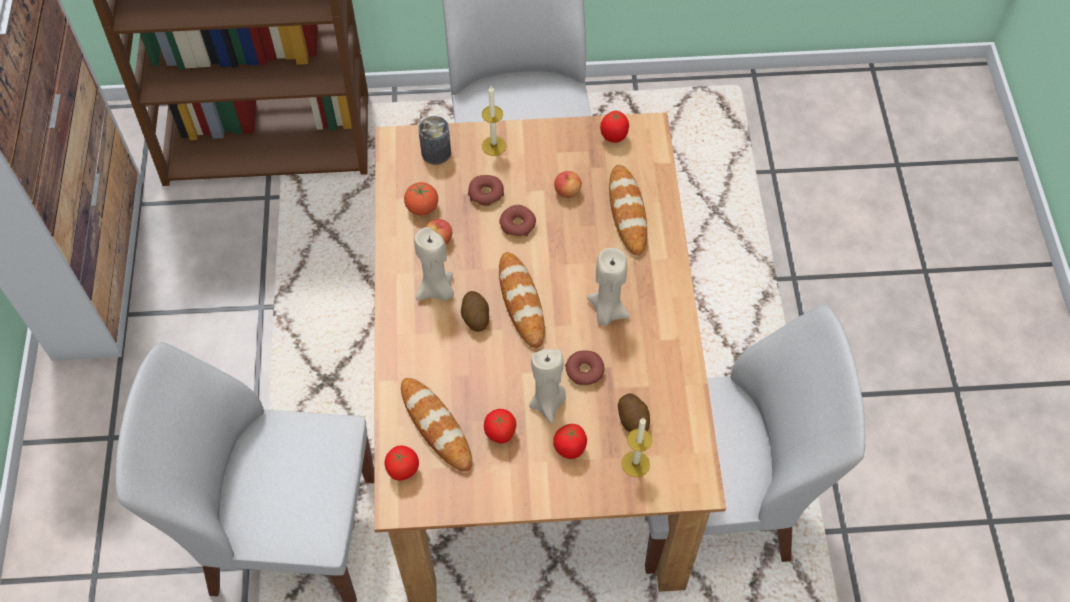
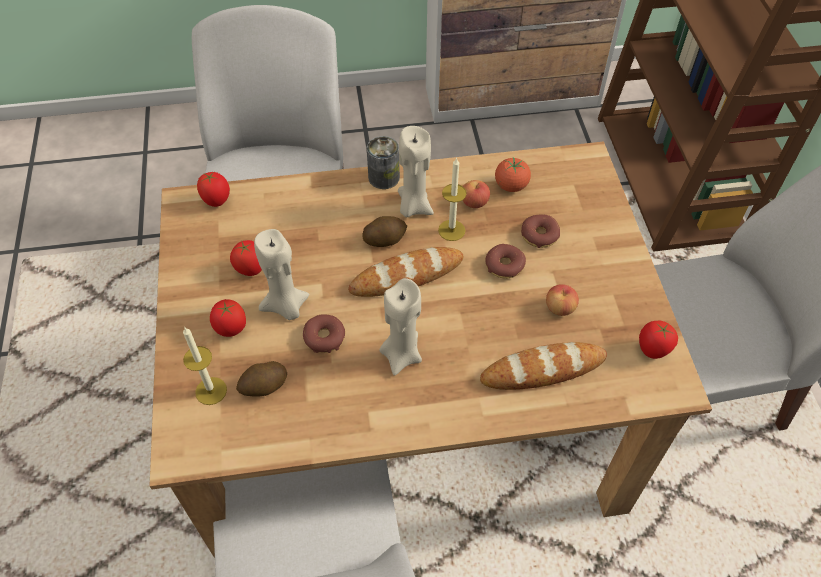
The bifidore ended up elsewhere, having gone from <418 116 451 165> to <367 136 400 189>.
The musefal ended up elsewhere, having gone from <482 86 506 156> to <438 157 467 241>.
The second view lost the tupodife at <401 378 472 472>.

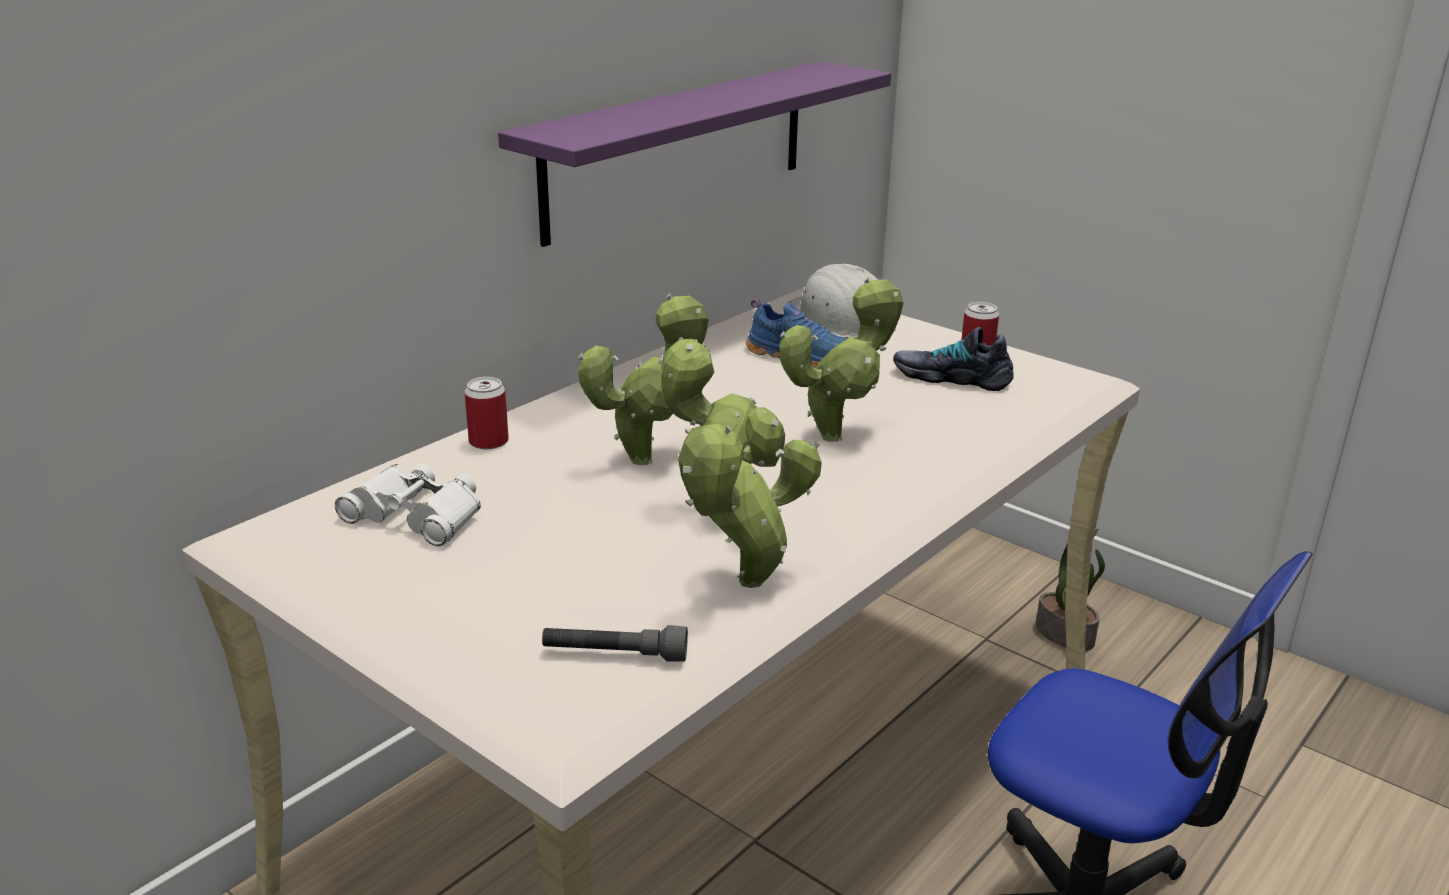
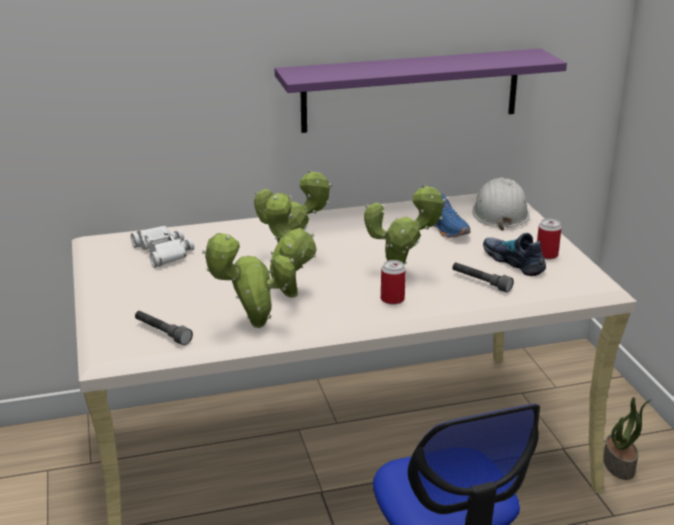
The bifidore ended up elsewhere, having gone from <465 377 509 450> to <381 260 406 305>.
The second view gained the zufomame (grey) at <452 262 514 293>.

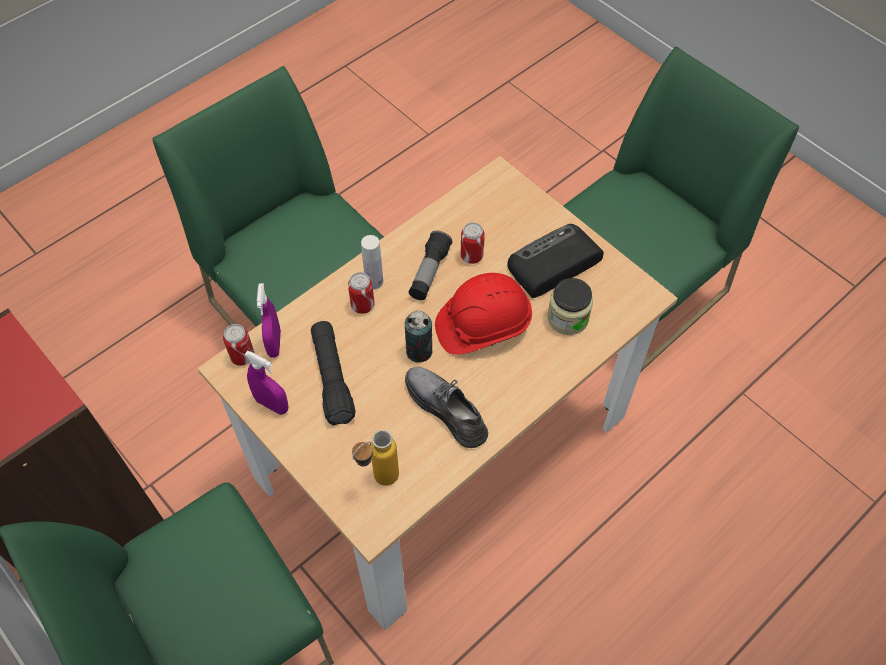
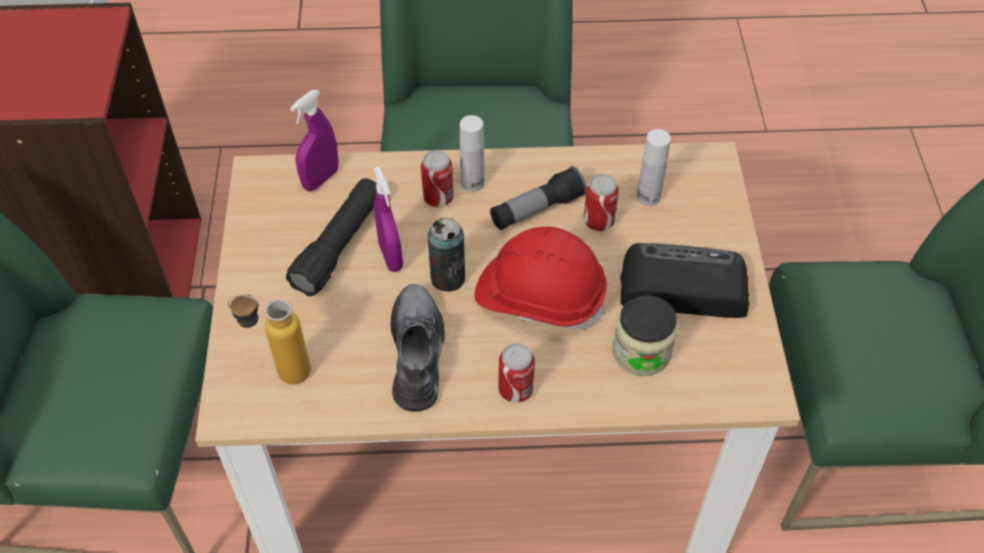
The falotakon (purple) ended up elsewhere, having gone from <244 351 288 415> to <374 167 403 272>.
The bifidore ended up elsewhere, having gone from <223 324 254 366> to <498 343 535 403>.
The second view gained the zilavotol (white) at <637 129 671 206>.

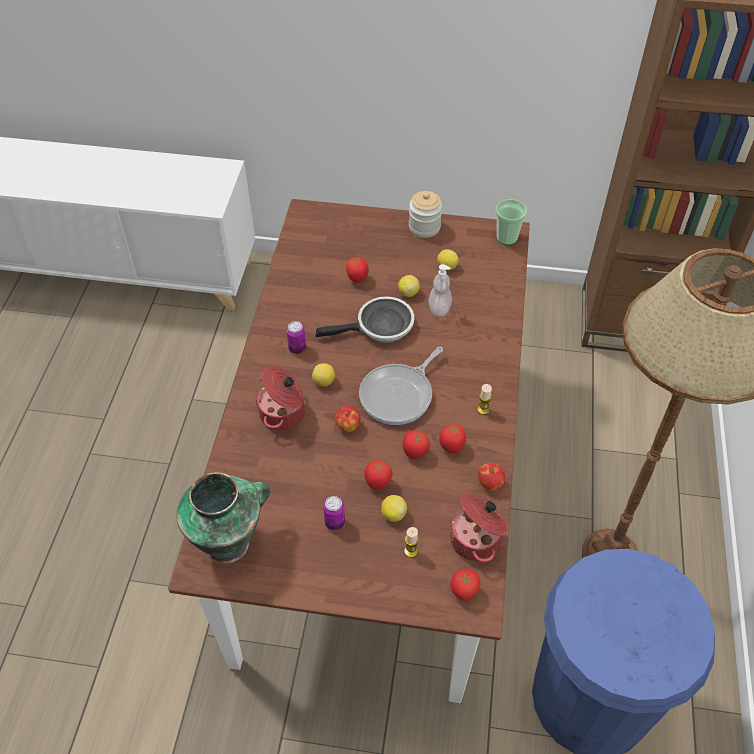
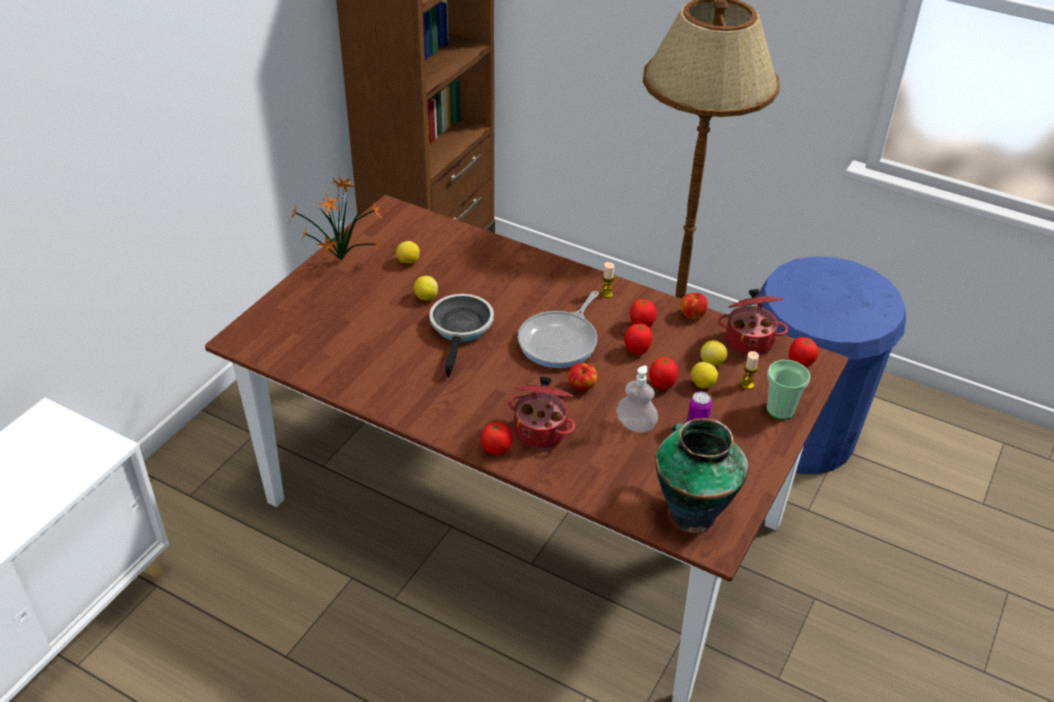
Where the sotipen stood at <409 191 442 238>, the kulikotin came to stand at <289 177 381 261>.
The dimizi ended up elsewhere, having gone from <346 257 369 282> to <481 422 512 455>.
The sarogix at <359 347 443 425> ended up facing another way, 60 degrees clockwise from before.
The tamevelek ended up elsewhere, having gone from <429 264 452 316> to <616 365 658 433>.
The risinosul ended up elsewhere, having gone from <312 363 335 387> to <700 340 727 367>.
The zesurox ended up elsewhere, having gone from <495 199 527 245> to <767 360 810 420>.
The second view lost the bifidore at <287 321 306 354>.

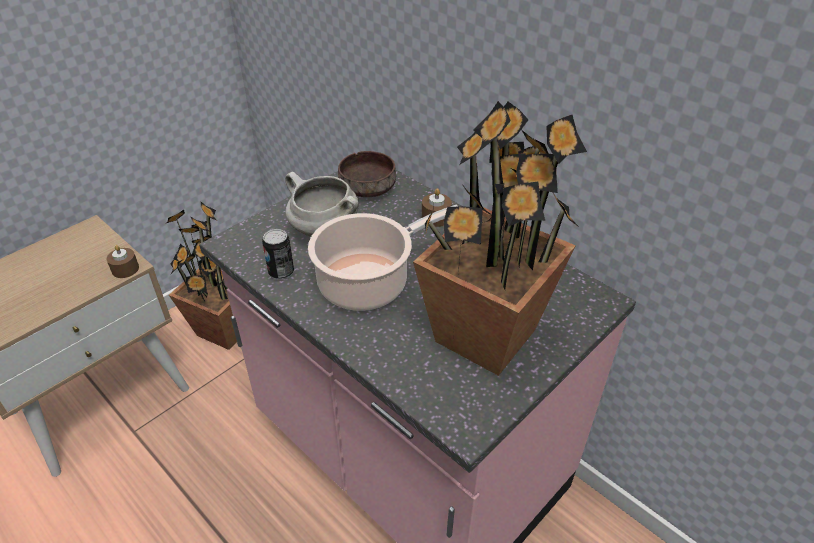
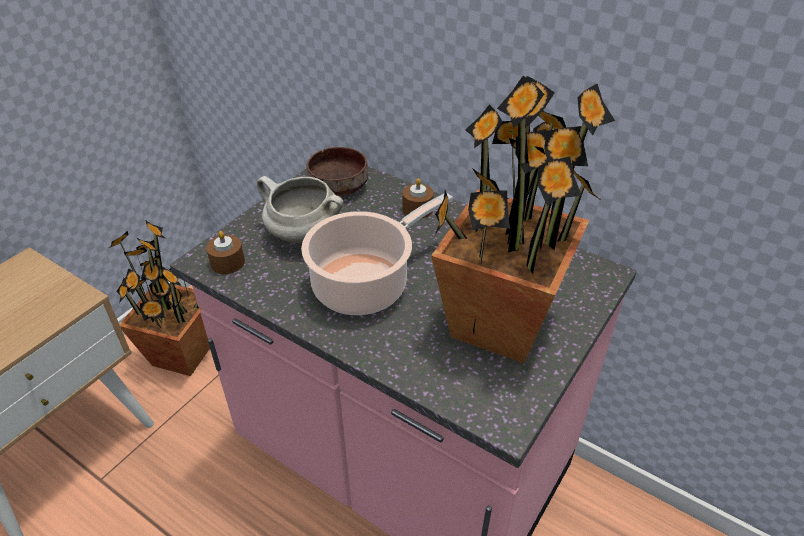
The musefal (brown) ended up elsewhere, having gone from <107 245 139 278> to <206 231 245 274>.
The second view lost the bifidore at <262 229 294 280>.

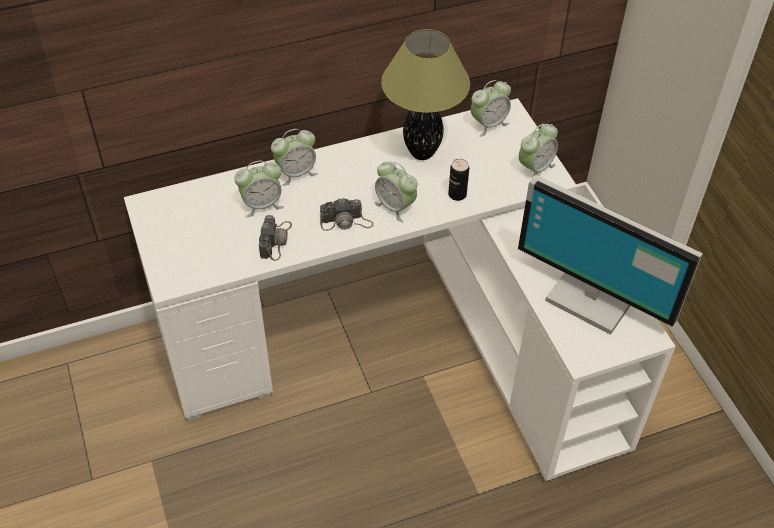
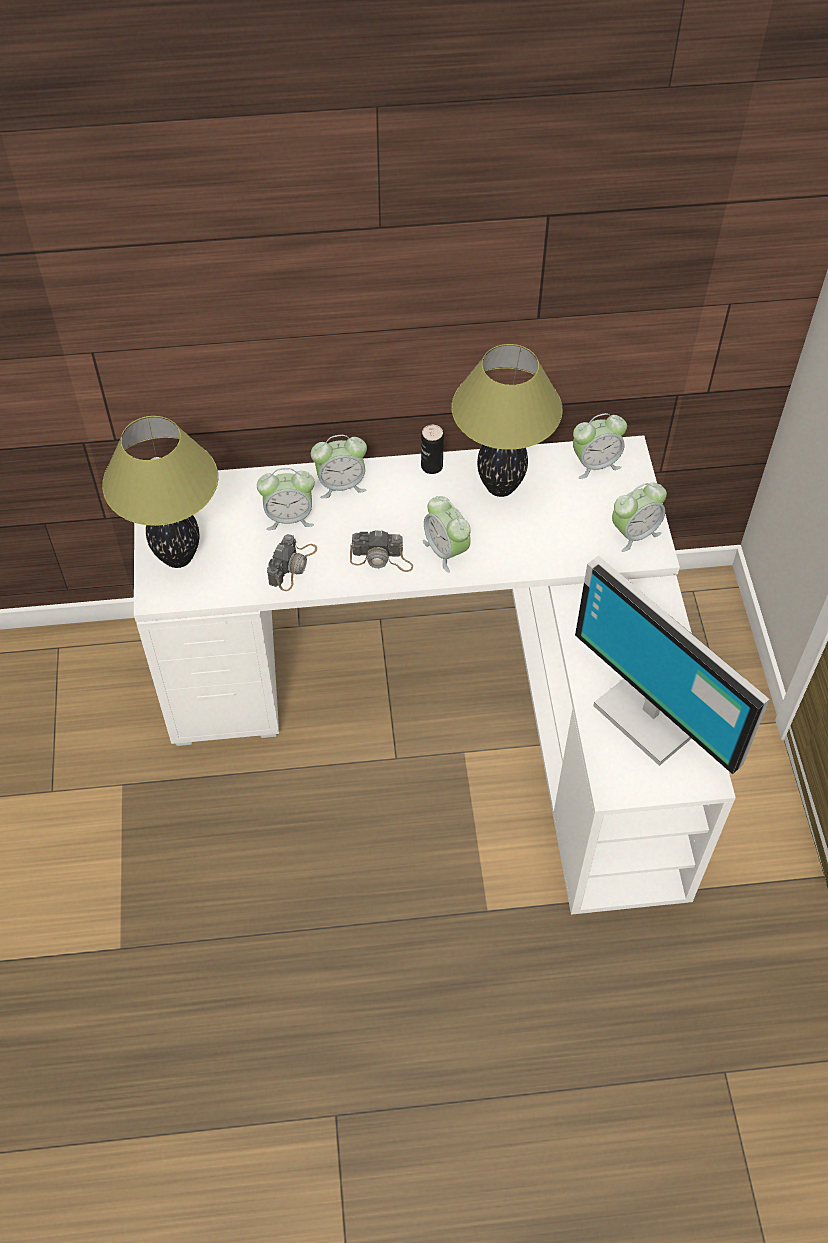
The second view gained the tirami at <102 416 218 568>.
The bifidore ended up elsewhere, having gone from <448 158 469 201> to <421 425 444 474>.

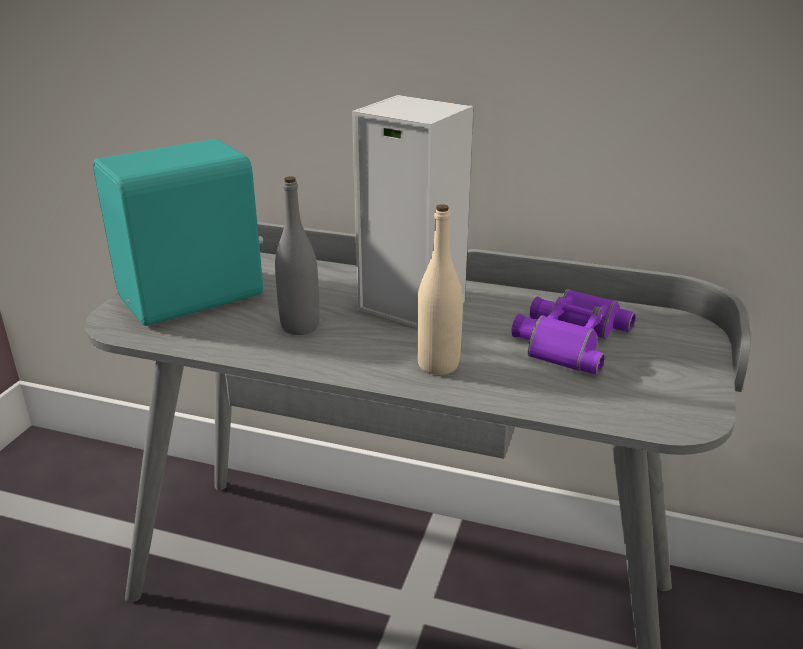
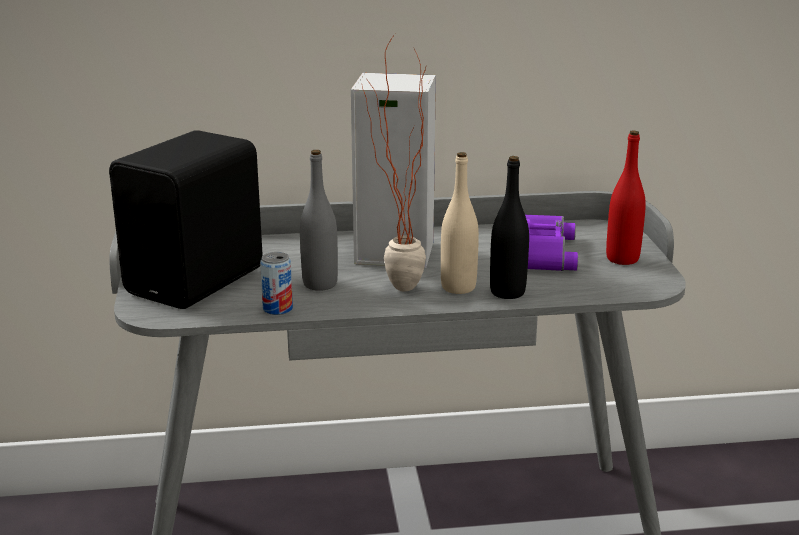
What was the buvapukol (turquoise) at <93 139 264 326> turned into the buvapukol (black) at <109 130 263 309>.
The second view gained the bifidore at <260 252 293 315>.
The second view gained the kulikotin at <362 34 426 291>.
The second view gained the zilavotol (black) at <490 156 529 299>.
The second view gained the zilavotol (red) at <606 130 646 265>.

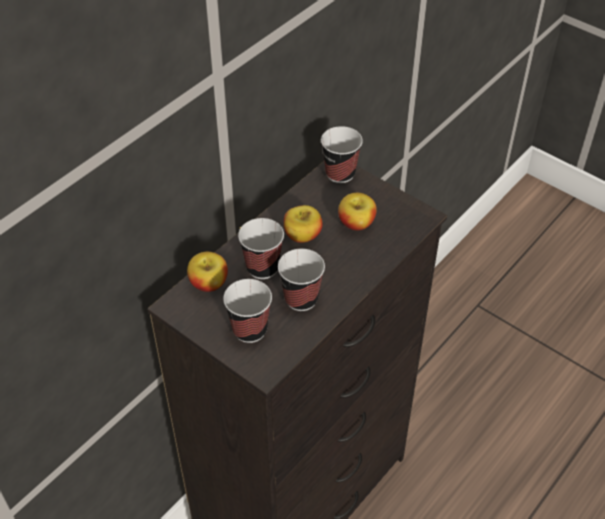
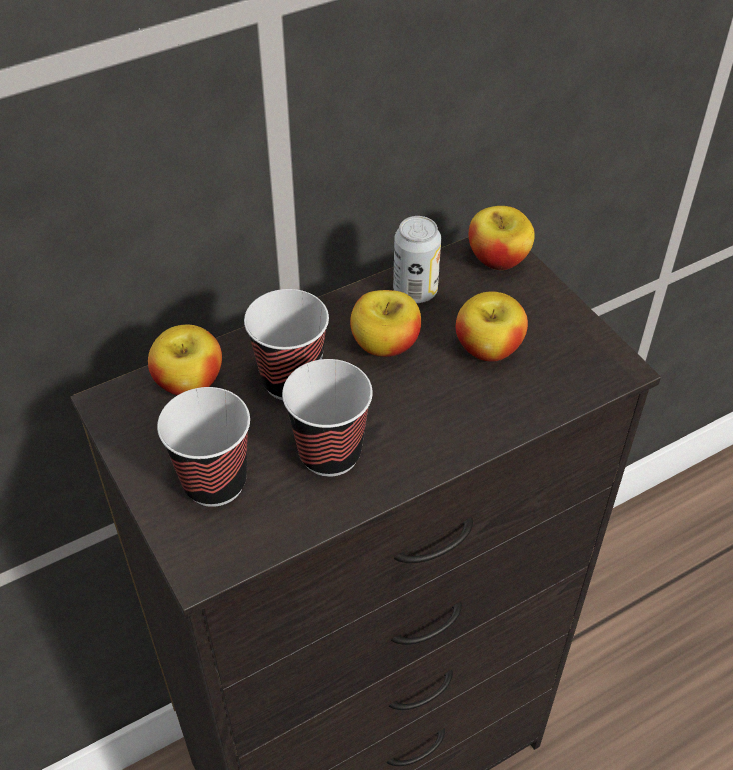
The second view gained the bifidore at <393 216 441 303>.
Where the zesurox stood at <321 126 363 183>, the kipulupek came to stand at <469 206 535 270>.

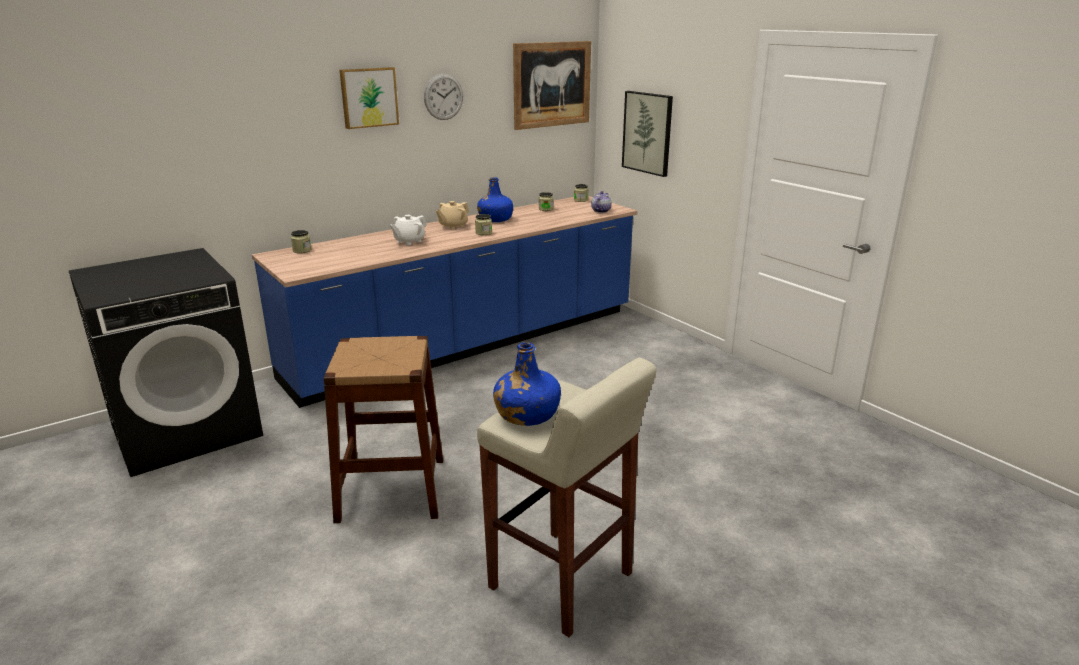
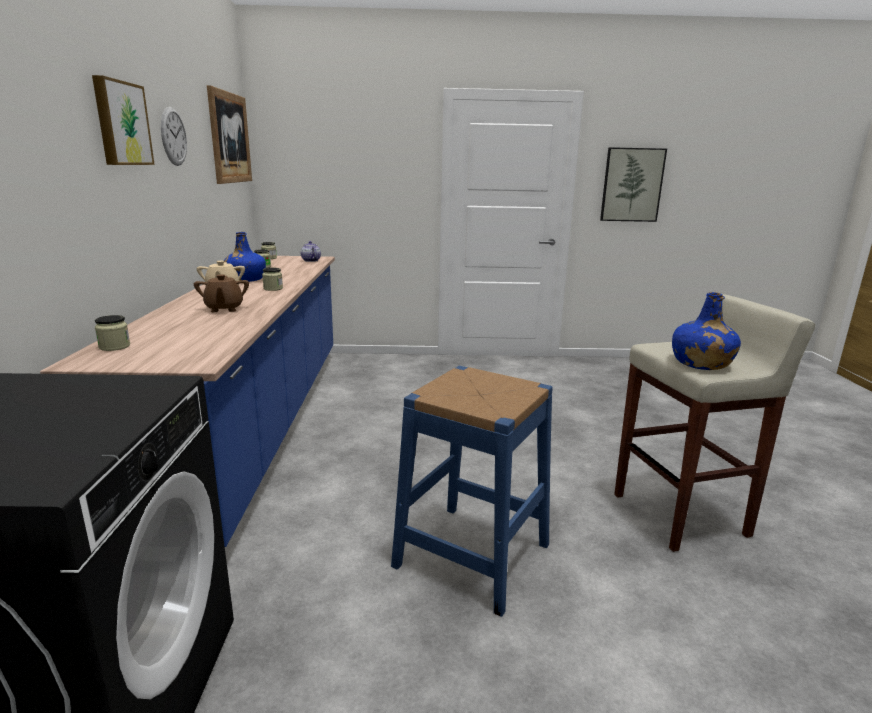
What was the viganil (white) at <390 215 426 245> turned into the viganil (brown) at <194 274 249 312>.
What was the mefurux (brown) at <323 336 443 523> turned into the mefurux (blue) at <391 366 553 617>.
The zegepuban ended up elsewhere, having gone from <622 91 673 177> to <600 147 667 222>.

